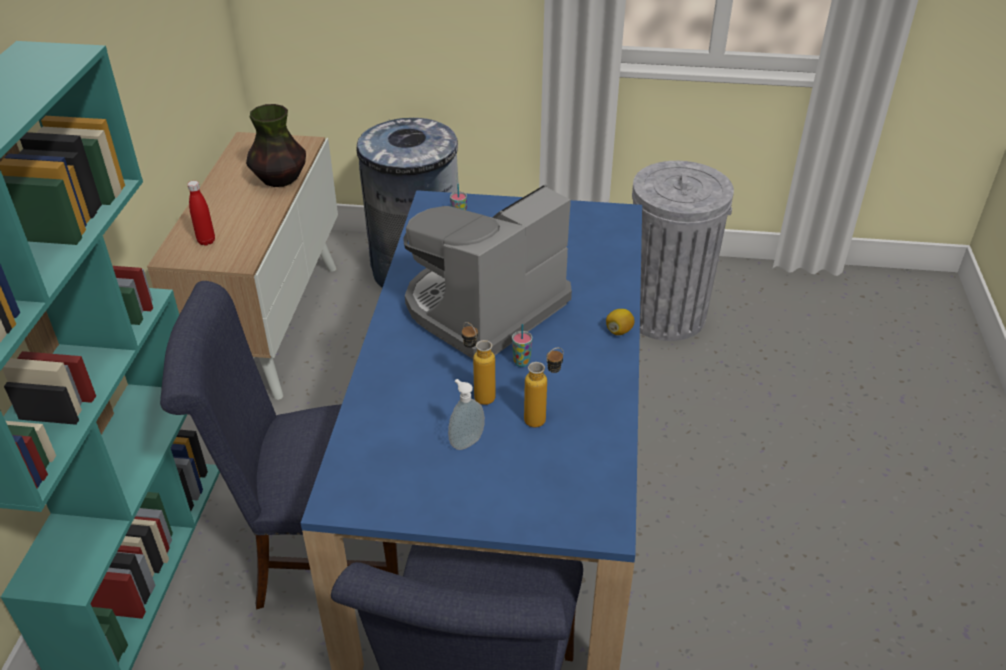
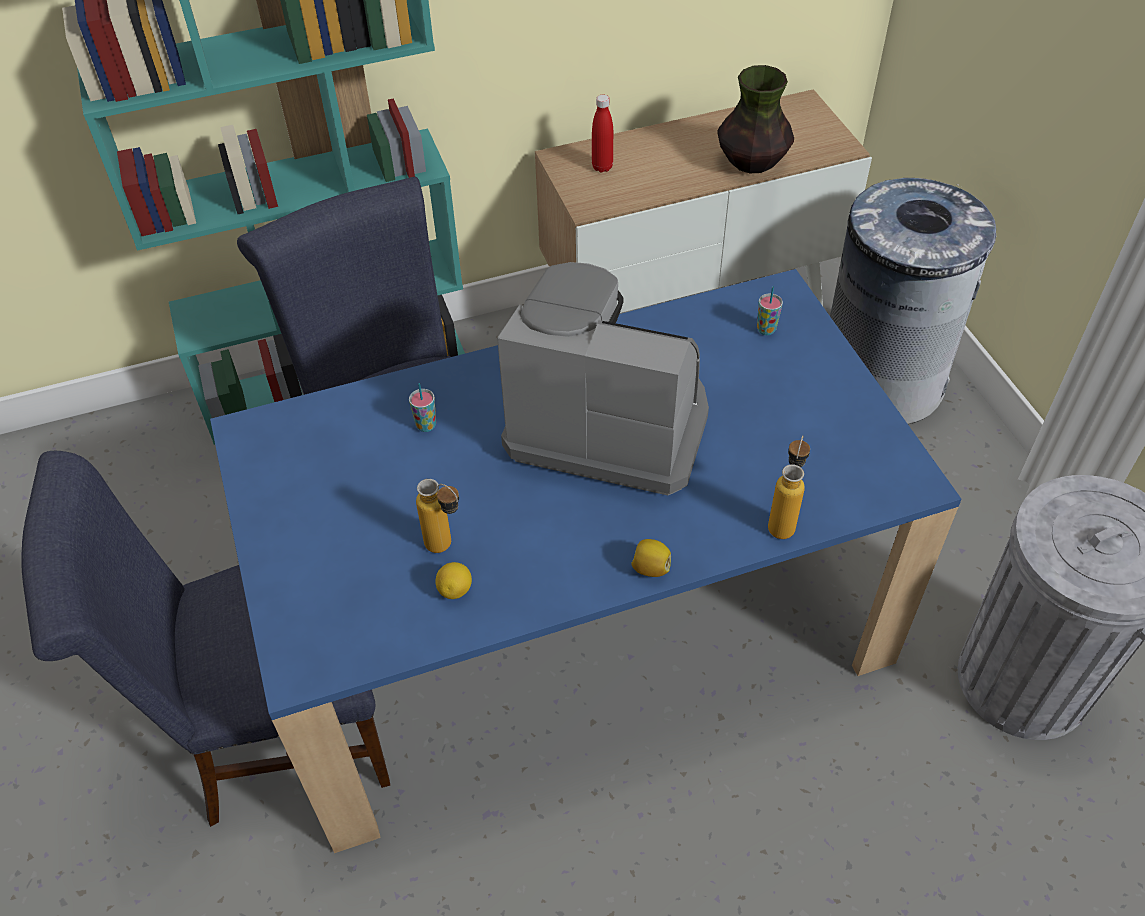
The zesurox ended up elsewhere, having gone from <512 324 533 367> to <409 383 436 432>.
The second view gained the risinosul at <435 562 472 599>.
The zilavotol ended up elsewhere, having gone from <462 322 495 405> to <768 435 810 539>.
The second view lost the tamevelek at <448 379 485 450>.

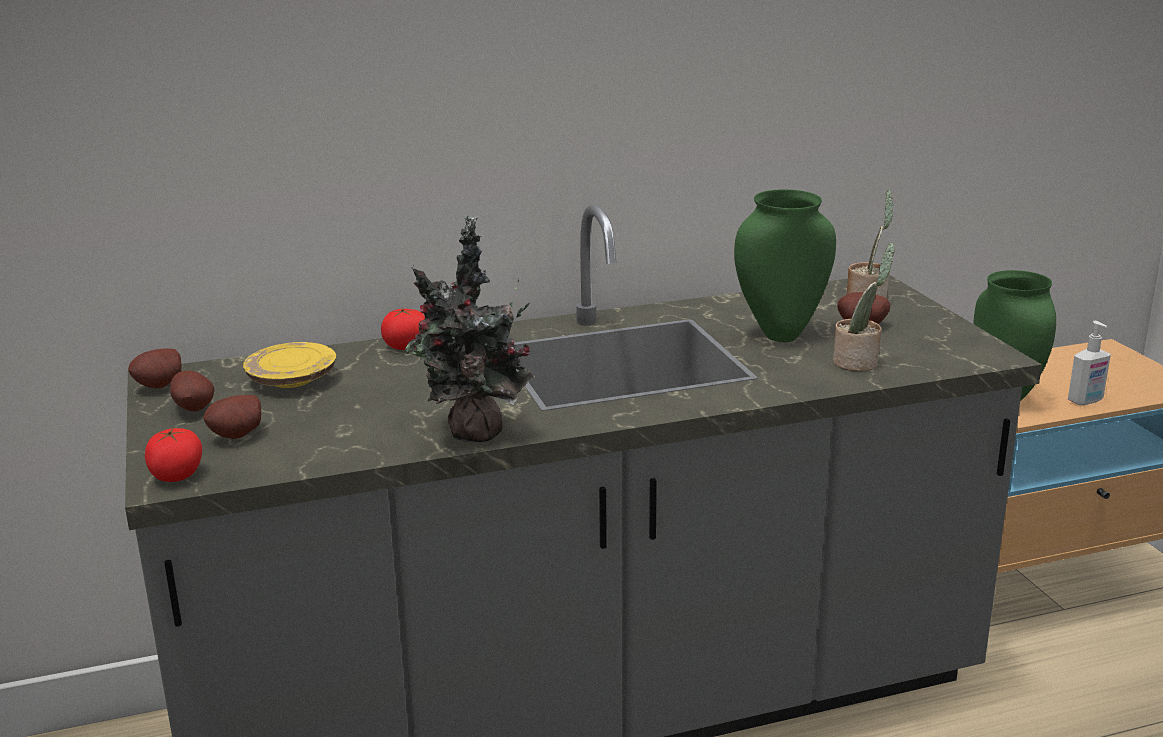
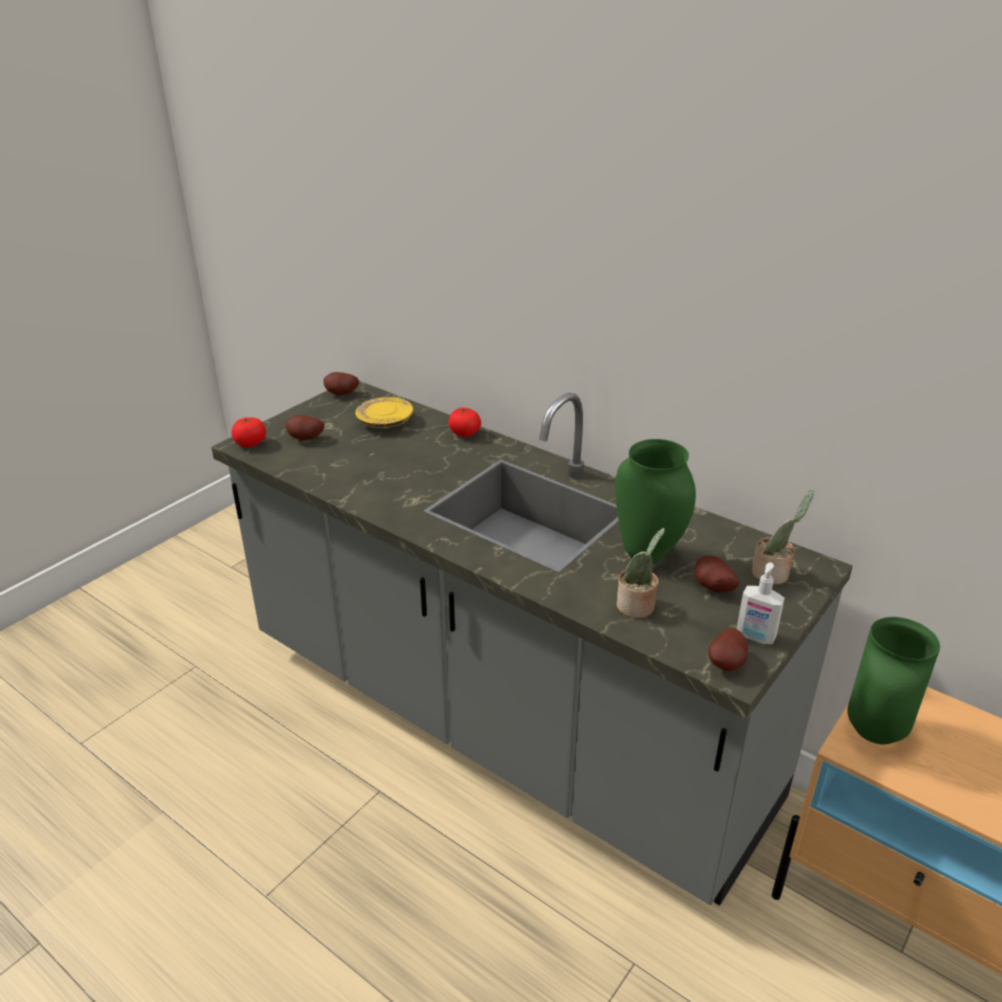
The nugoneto ended up elsewhere, having gone from <170 370 215 412> to <708 628 748 671>.
The tamevelek ended up elsewhere, having gone from <1068 321 1111 405> to <736 562 785 644>.
The second view lost the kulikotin at <405 216 535 442>.

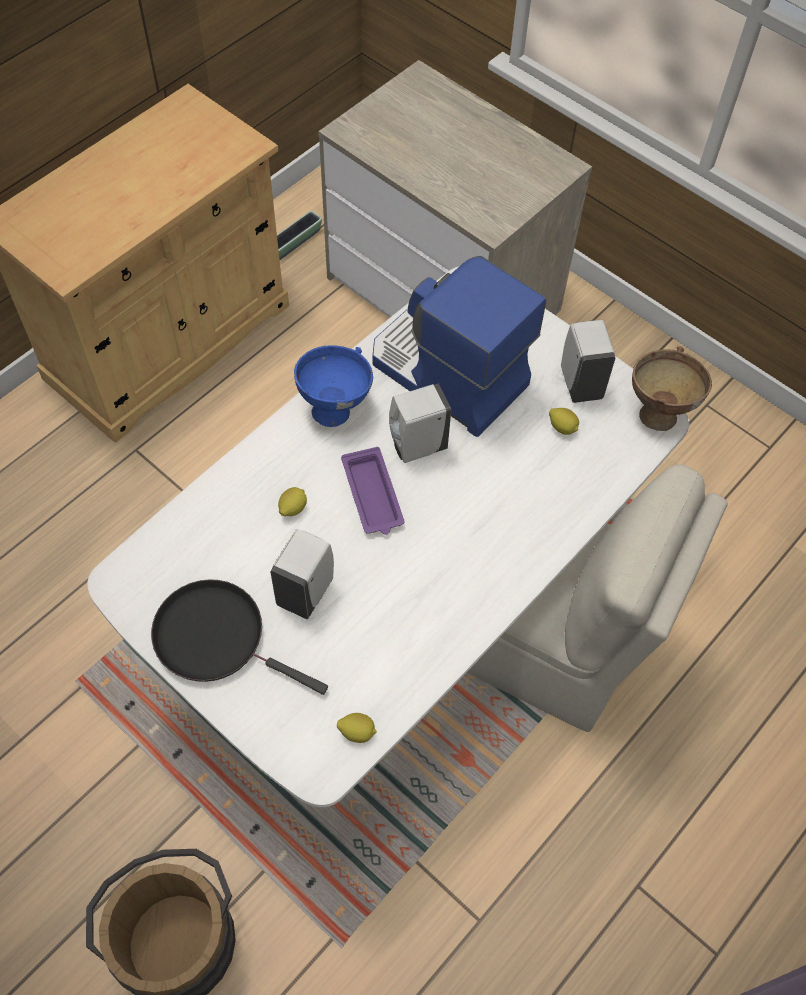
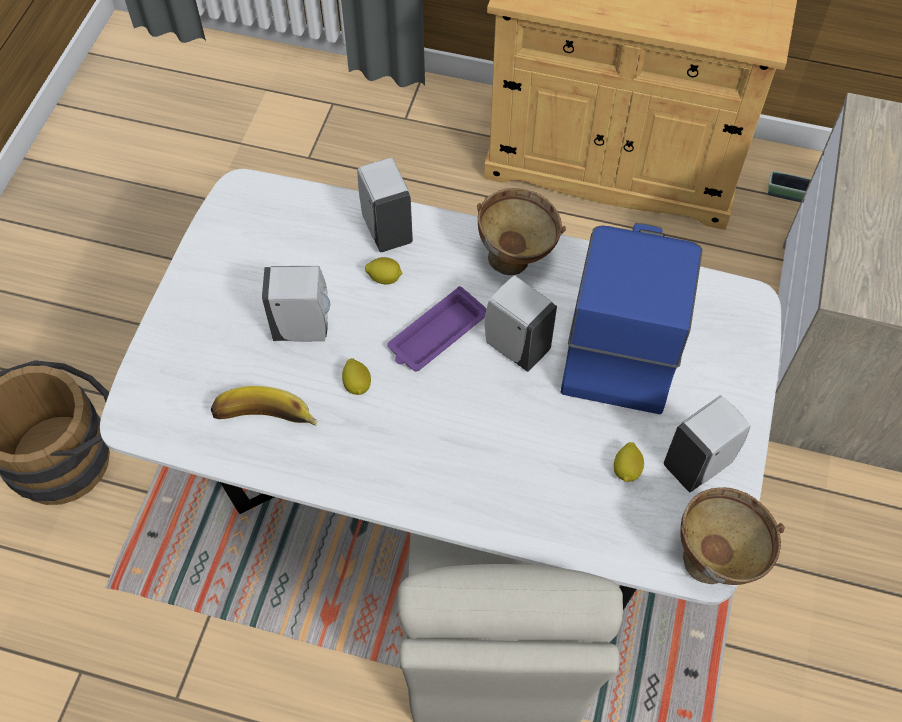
The second view gained the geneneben at <211 386 318 426>.
The risinosul ended up elsewhere, having gone from <337 713 377 743> to <342 358 371 395>.
The second view gained the tamevelek (white) at <357 158 413 252>.
What was the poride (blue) at <294 345 373 427> turned into the poride (brown) at <477 188 566 275>.
The second view lost the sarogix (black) at <151 579 328 695>.

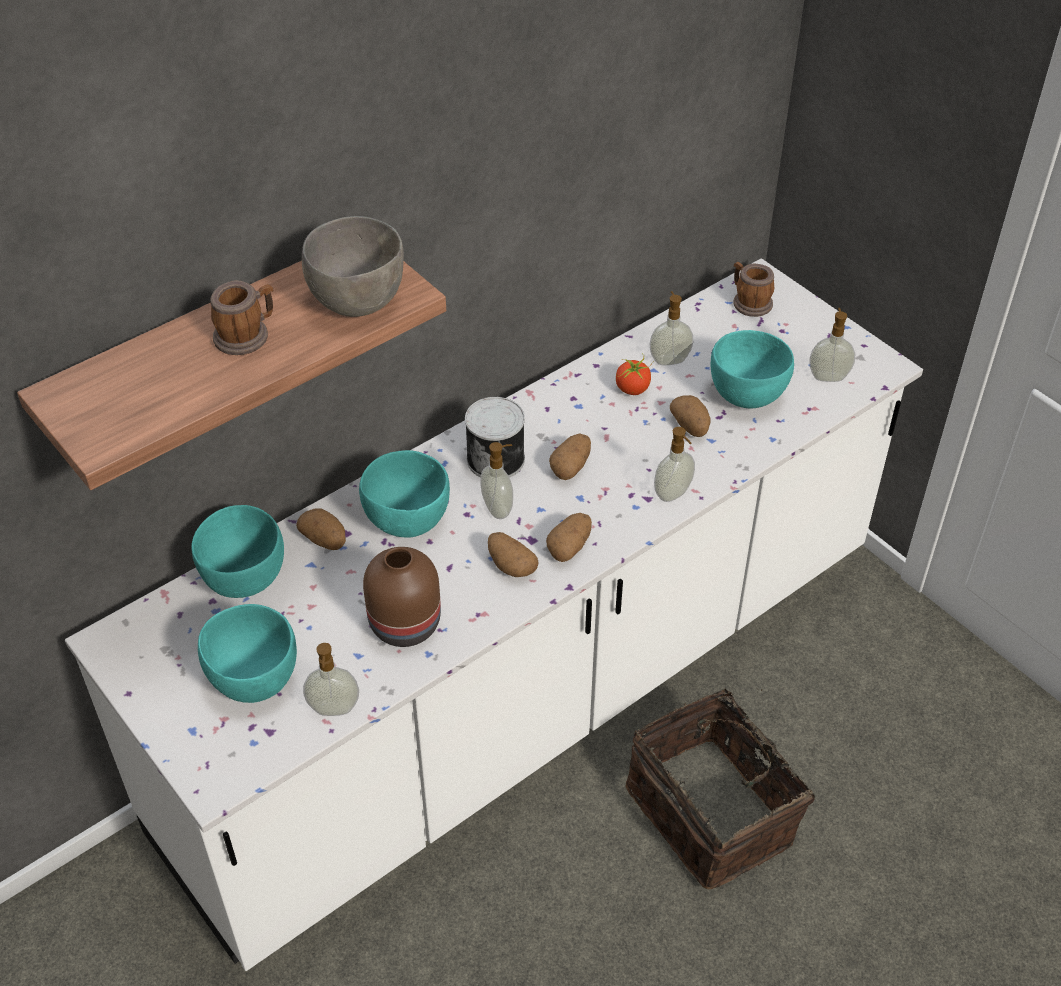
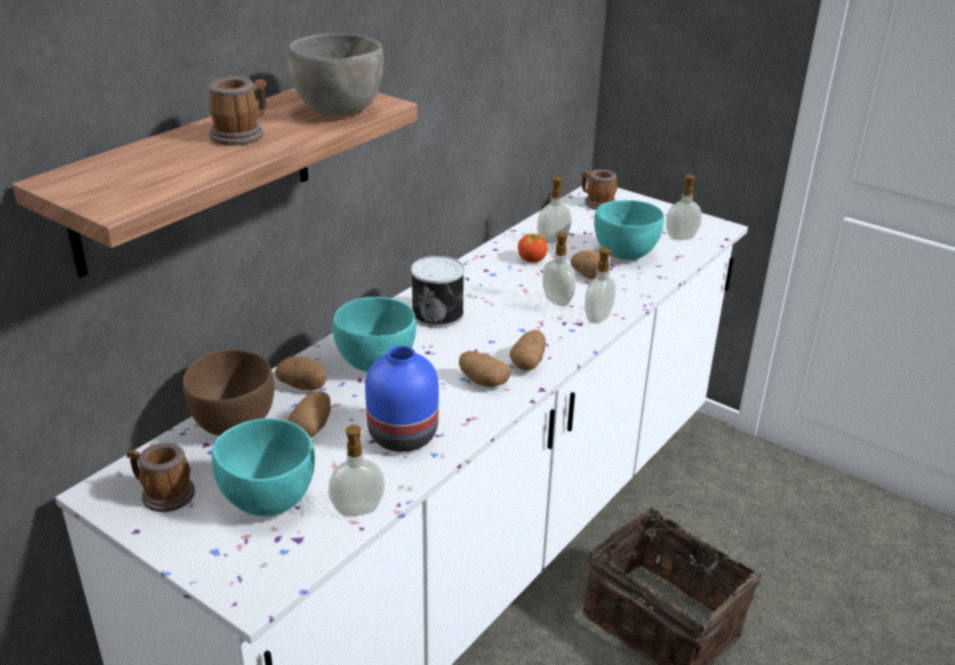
The second view gained the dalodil at <127 443 195 512>.
What was the poride (turquoise) at <191 505 284 598> turned into the poride (brown) at <183 349 274 436>.
The nugoneto ended up elsewhere, having gone from <549 433 591 480> to <288 391 331 438>.
What was the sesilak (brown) at <363 547 441 647> turned into the sesilak (blue) at <365 345 439 452>.
The tamevelek ended up elsewhere, having gone from <480 442 513 519> to <542 232 576 306>.

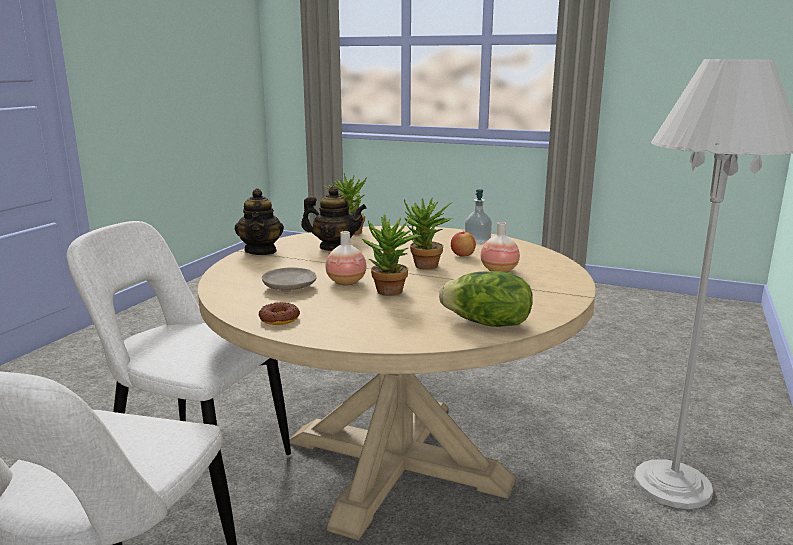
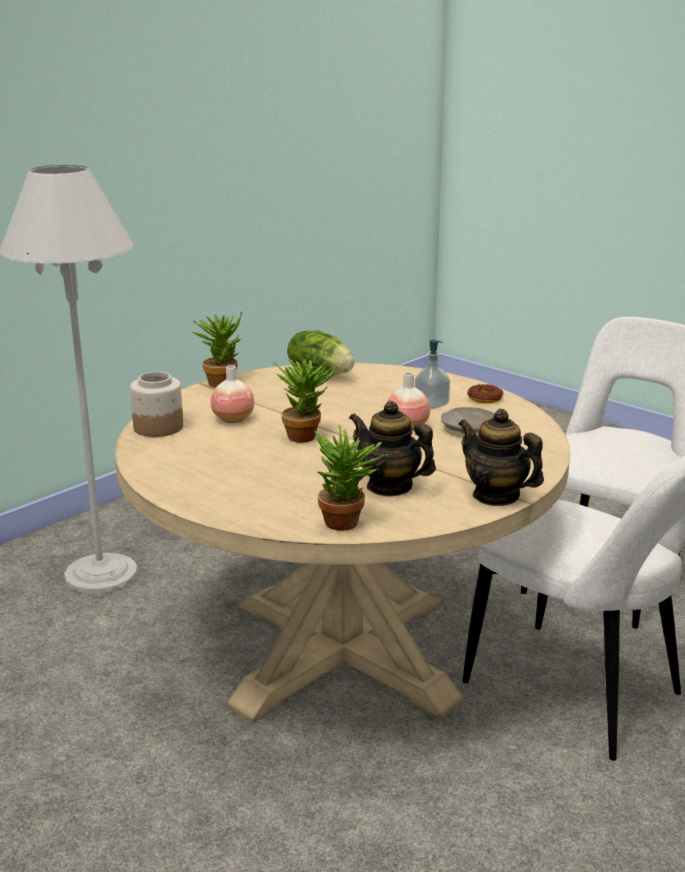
The second view gained the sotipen at <130 372 183 437>.
The kulikotin ended up elsewhere, having gone from <362 213 422 296> to <191 312 242 388>.
The tamevelek ended up elsewhere, having gone from <465 189 492 245> to <414 340 450 409>.
The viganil at <235 188 284 255> ended up facing another way, 60 degrees counterclockwise from before.
The second view lost the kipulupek at <451 232 476 257>.

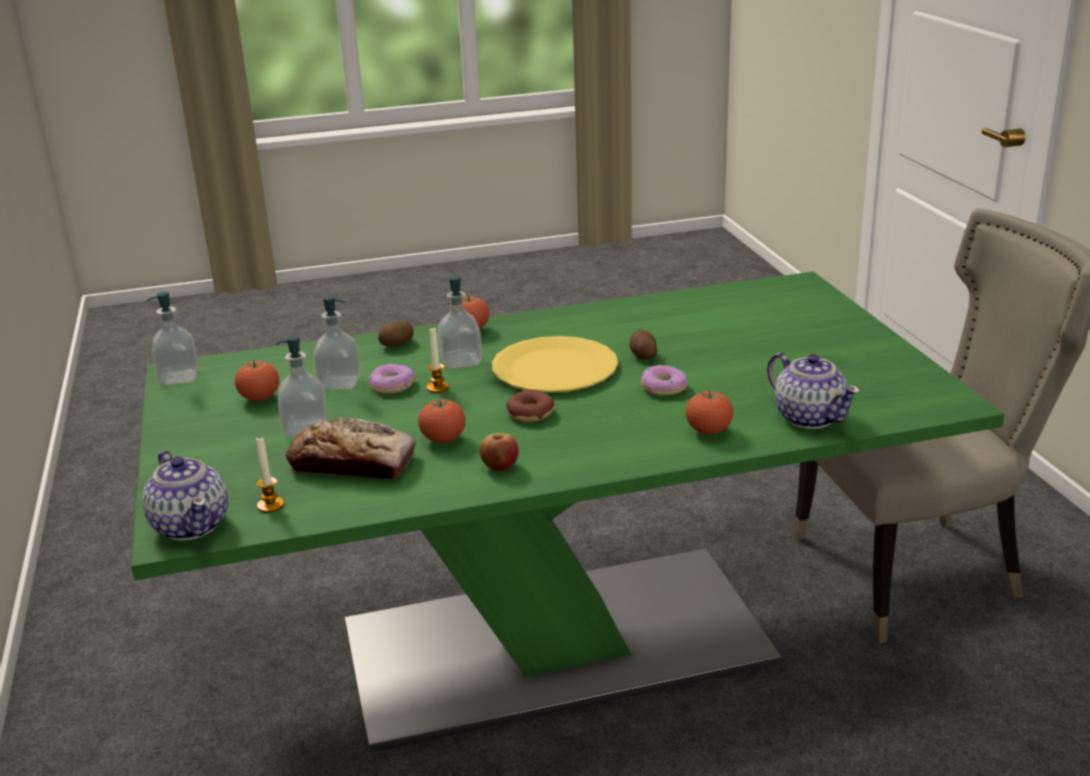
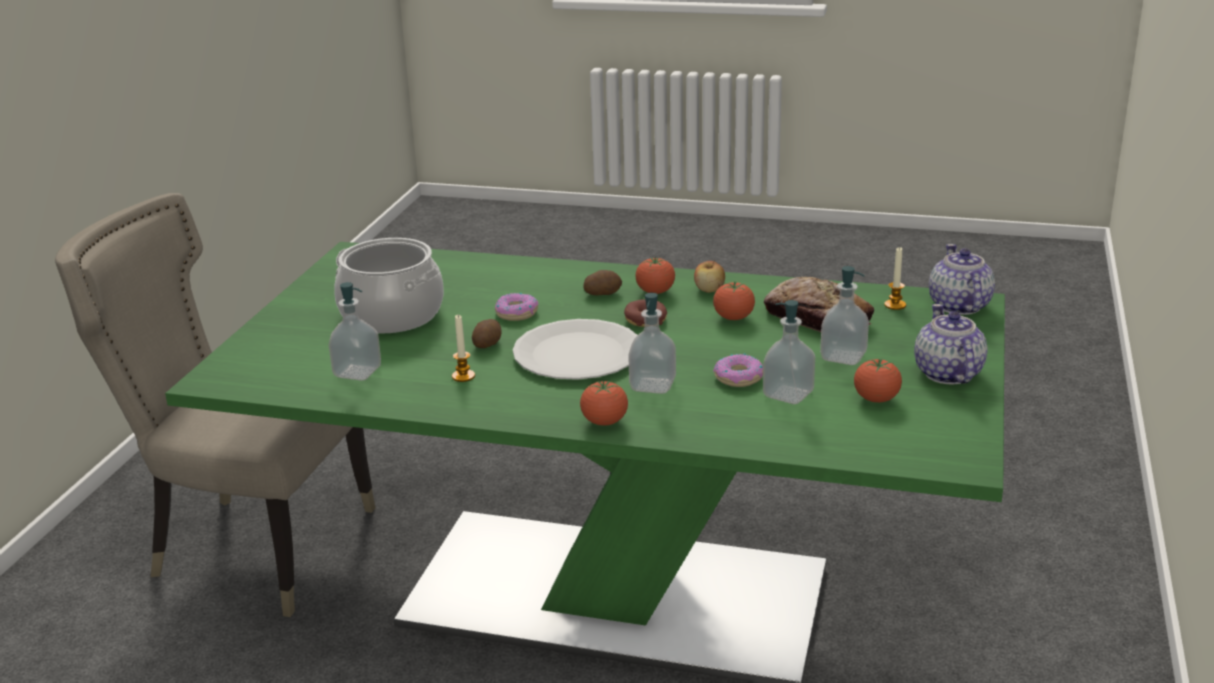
The tamevelek ended up elsewhere, having gone from <147 291 198 385> to <329 282 381 381>.
The second view gained the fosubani at <334 238 444 333>.
The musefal ended up elsewhere, having gone from <427 326 449 393> to <452 315 475 382>.
What was the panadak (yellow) at <492 336 618 392> turned into the panadak (white) at <513 319 637 380>.
The nugoneto ended up elsewhere, having gone from <378 321 414 346> to <583 270 622 295>.
The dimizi ended up elsewhere, having gone from <686 390 733 434> to <635 257 675 294>.
The viganil ended up elsewhere, having gone from <767 352 860 429> to <914 304 988 384>.

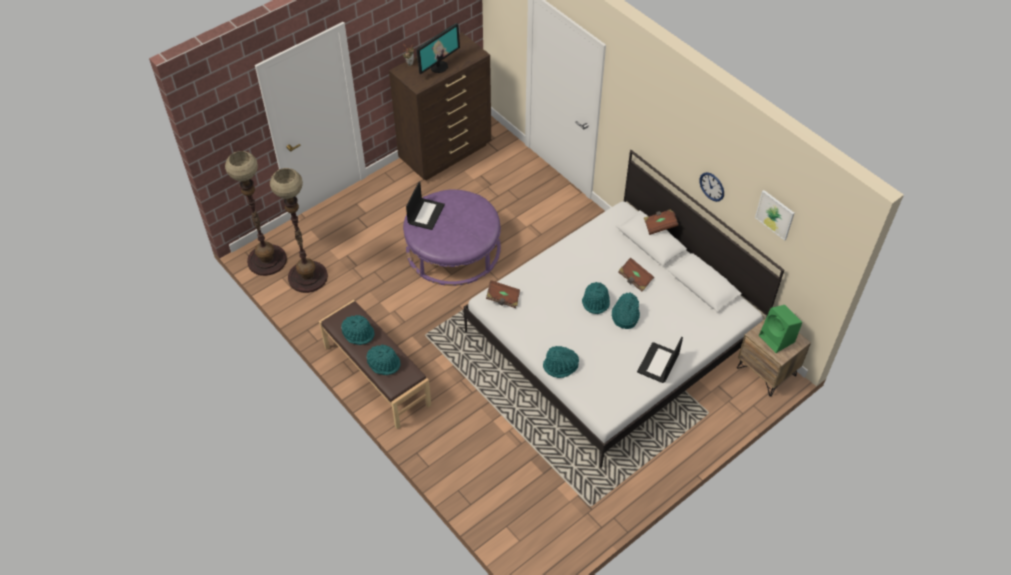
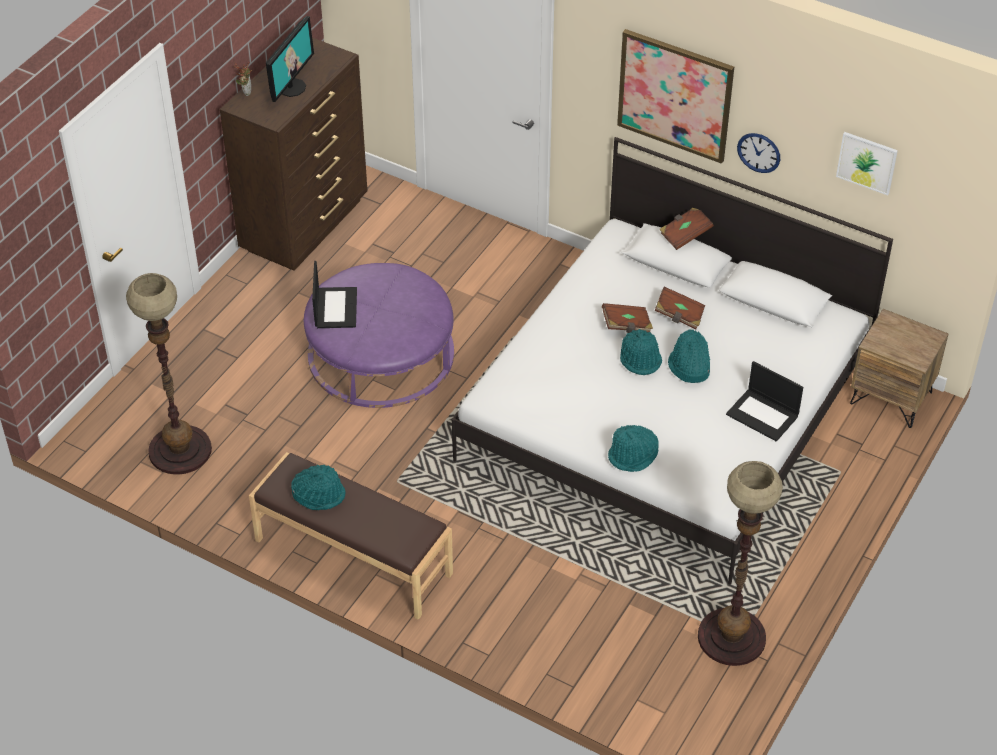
The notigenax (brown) ended up elsewhere, having gone from <486 280 520 308> to <602 303 653 333>.
The second view gained the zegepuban at <617 29 734 164>.
The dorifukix ended up elsewhere, having gone from <225 151 287 276> to <698 461 783 666>.
The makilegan at <637 337 683 383> ended up facing another way, 60 degrees counterclockwise from before.
The second view lost the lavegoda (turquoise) at <366 345 401 375>.
The second view lost the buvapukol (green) at <759 305 802 353>.

